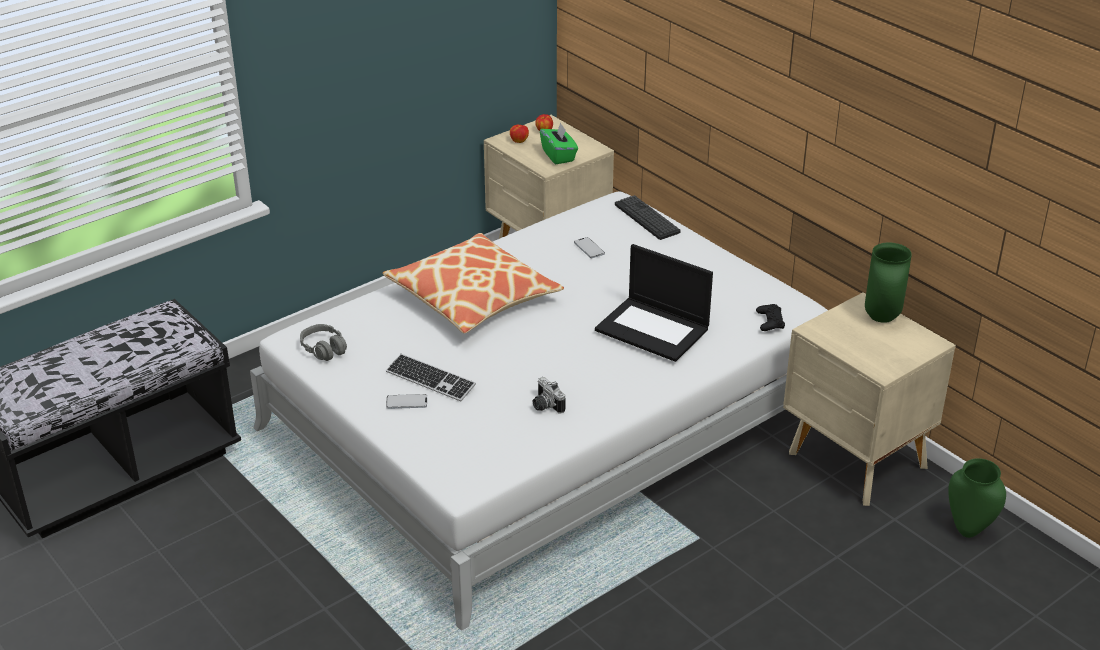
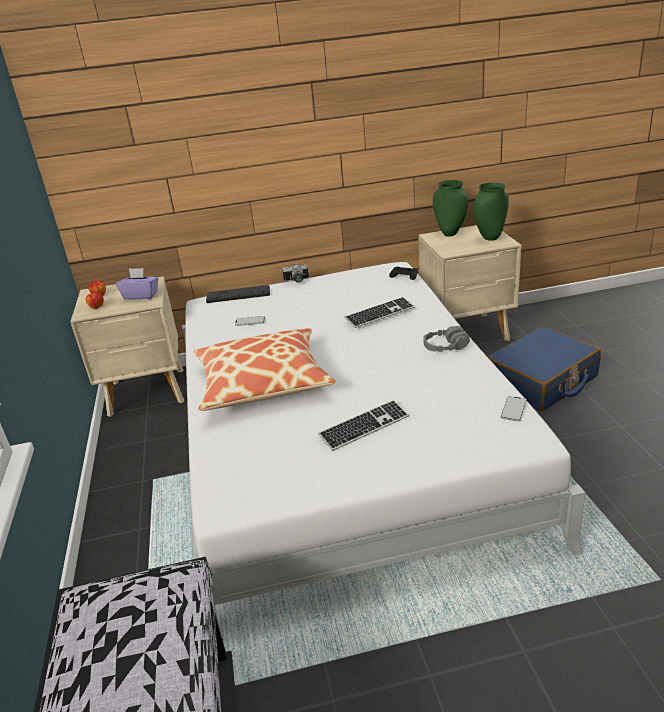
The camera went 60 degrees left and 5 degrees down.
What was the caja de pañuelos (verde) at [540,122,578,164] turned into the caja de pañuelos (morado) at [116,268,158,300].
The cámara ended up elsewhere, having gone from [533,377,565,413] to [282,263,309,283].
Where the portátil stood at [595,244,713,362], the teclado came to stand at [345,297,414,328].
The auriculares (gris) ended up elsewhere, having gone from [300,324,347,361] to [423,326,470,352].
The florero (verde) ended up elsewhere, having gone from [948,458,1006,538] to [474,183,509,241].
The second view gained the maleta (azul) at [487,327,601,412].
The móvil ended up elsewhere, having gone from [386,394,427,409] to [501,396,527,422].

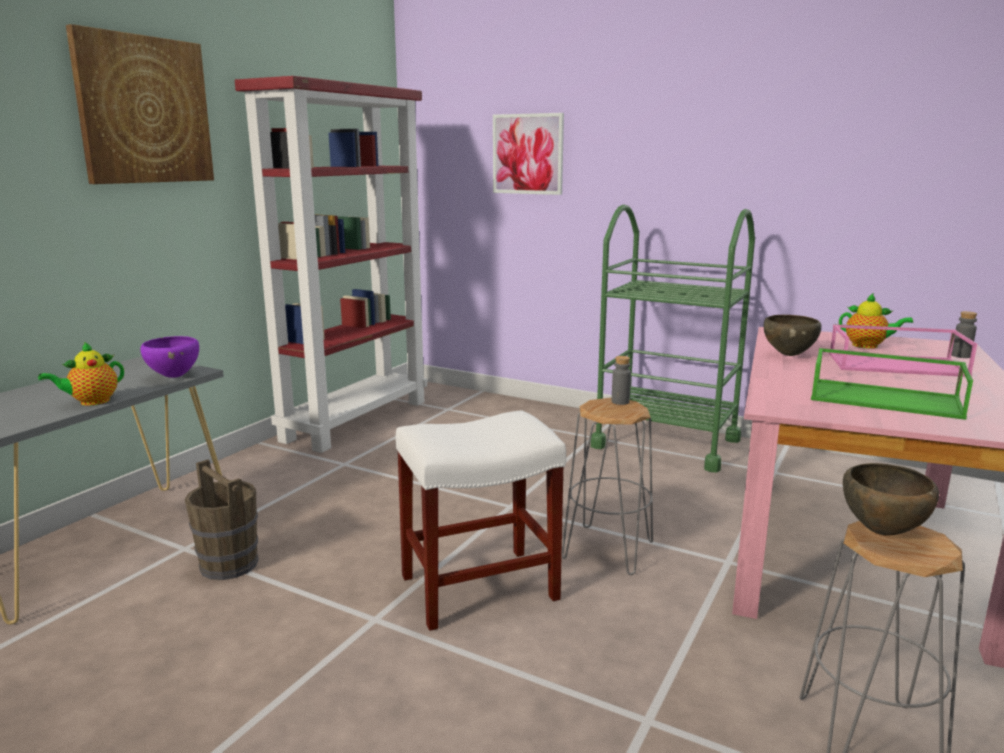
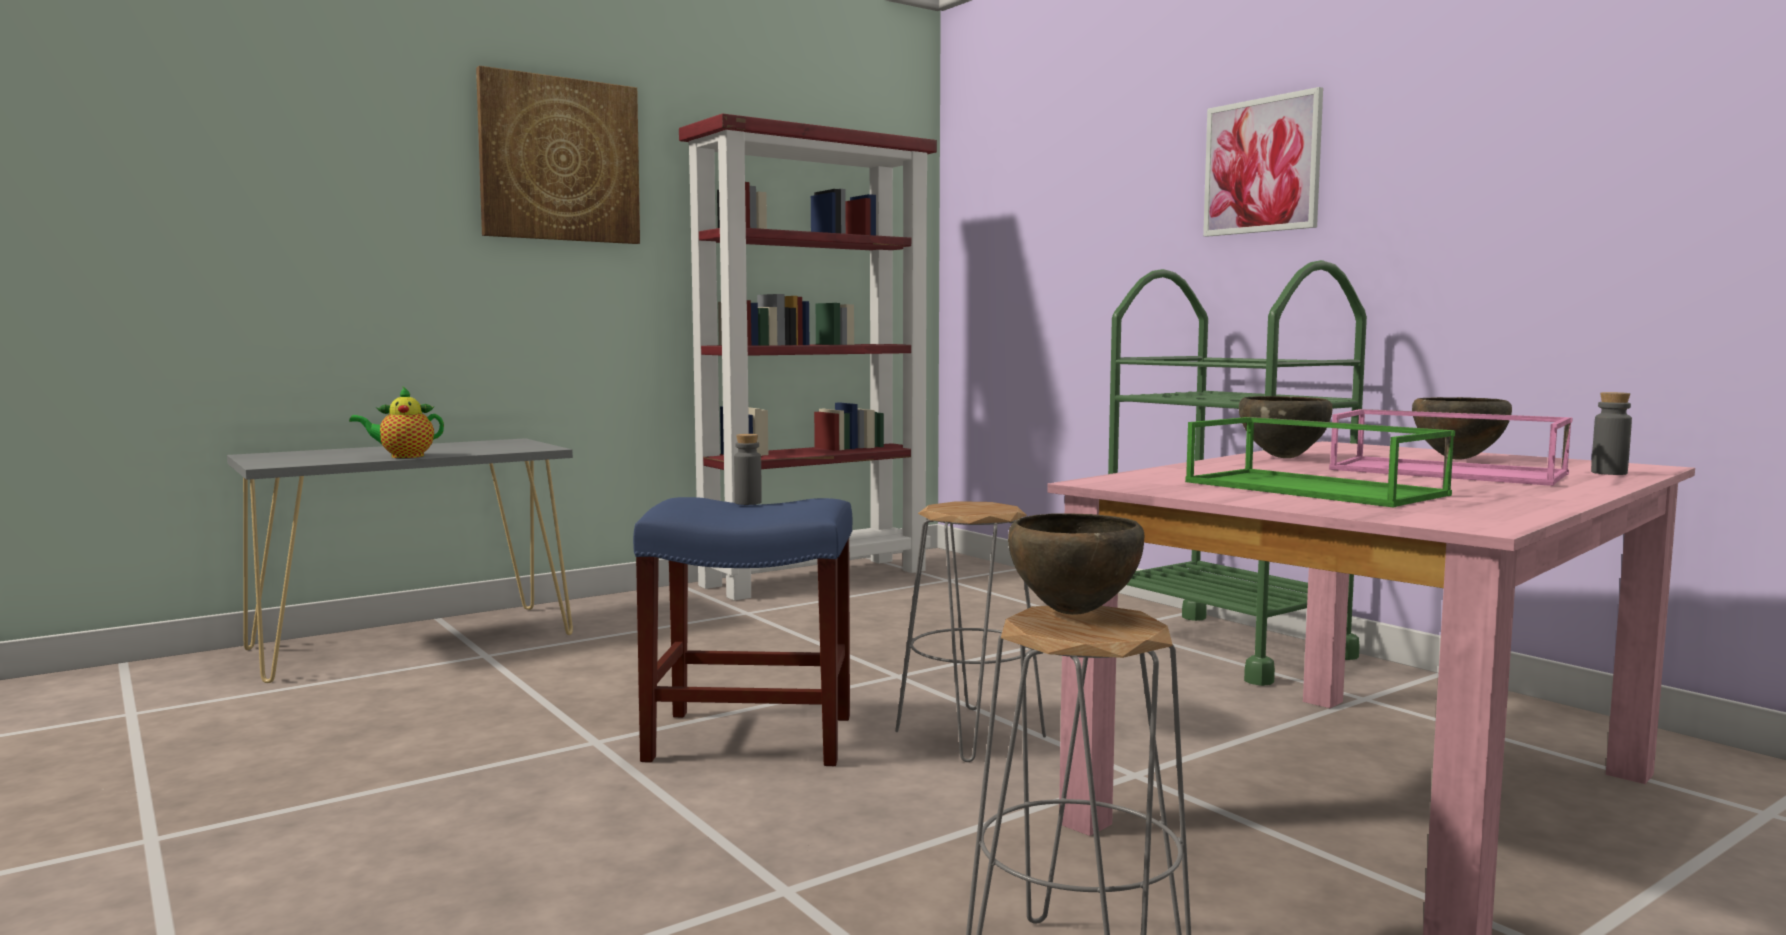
The camera went 25 degrees right and 10 degrees down.
What was the taburete (blanco) at [395,411,566,631] turned into the taburete (azul) at [633,497,853,766].
The botella (gris) ended up elsewhere, having gone from [612,356,631,405] to [734,434,762,505].
The cuadro ended up elsewhere, having gone from [493,113,564,195] to [1203,87,1323,237].
Where the tetera stood at [839,293,913,349], the cuenco (marrón) came to stand at [1412,397,1512,460].
The second view lost the cuenco (morado) at [140,336,199,378].
The second view lost the cubo (marrón) at [185,459,258,580].

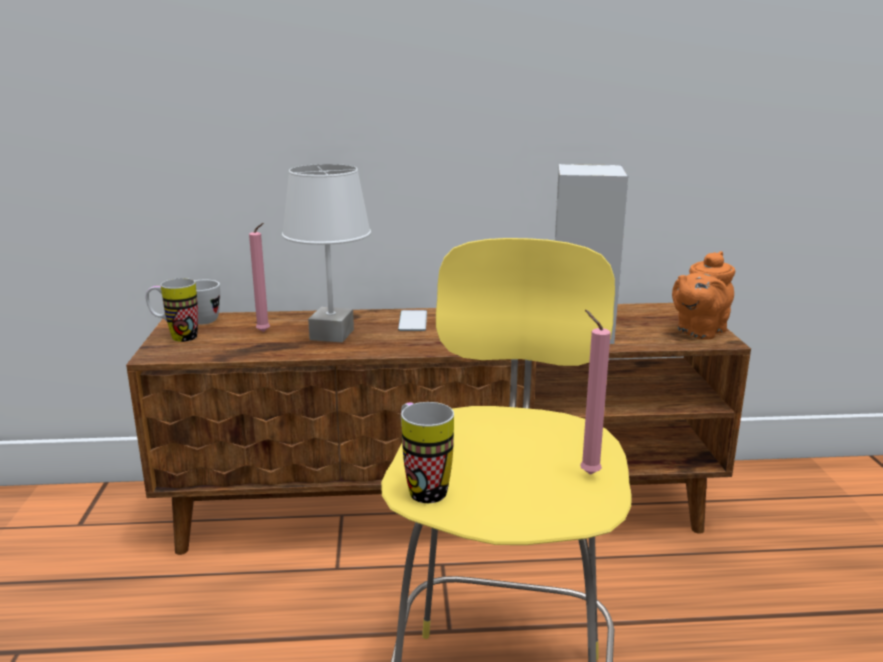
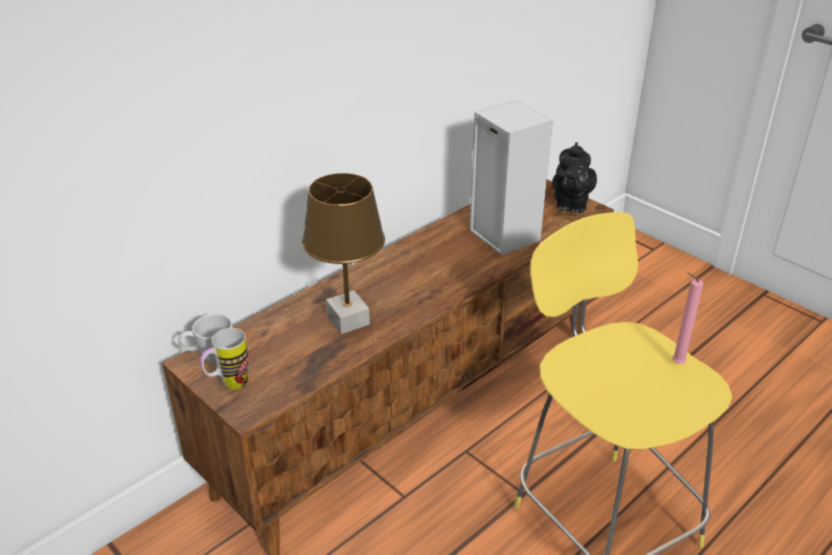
The camera went 40 degrees left and 15 degrees up.
What was the lámpara de mesa (blanco) at [282,164,371,342] turned into the lámpara de mesa (marrón) at [302,173,385,334].
What was the tetera (naranja) at [672,251,735,340] turned into the tetera (negro) at [552,142,597,213].
The second view lost the vela (rosa) at [249,223,270,332].
The second view lost the móvil at [398,310,427,331].
The second view lost the taza grande at [401,402,454,503].

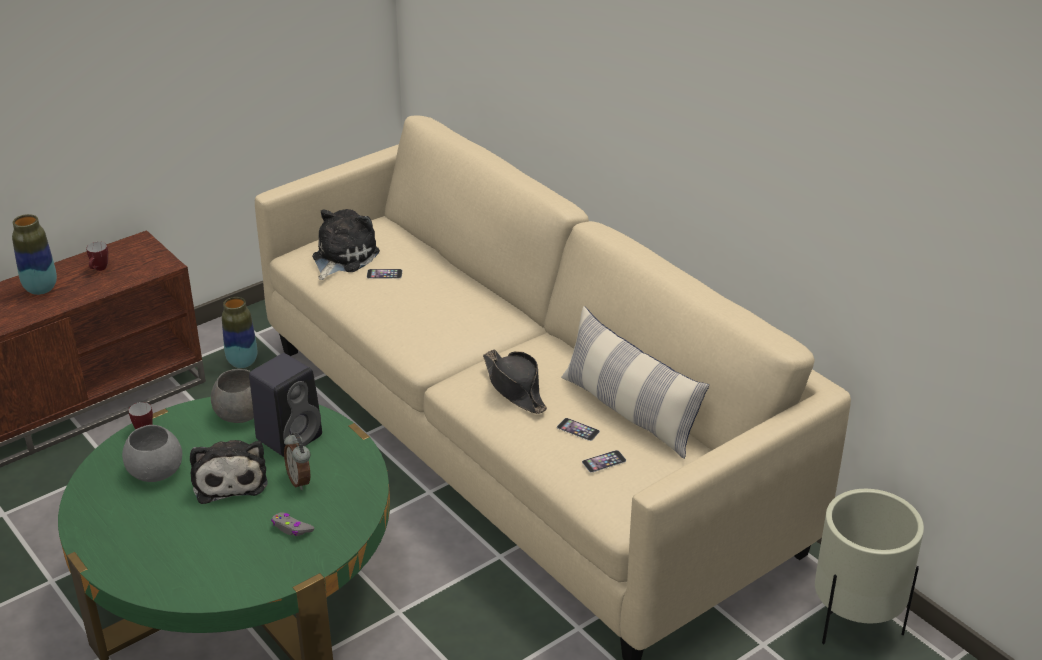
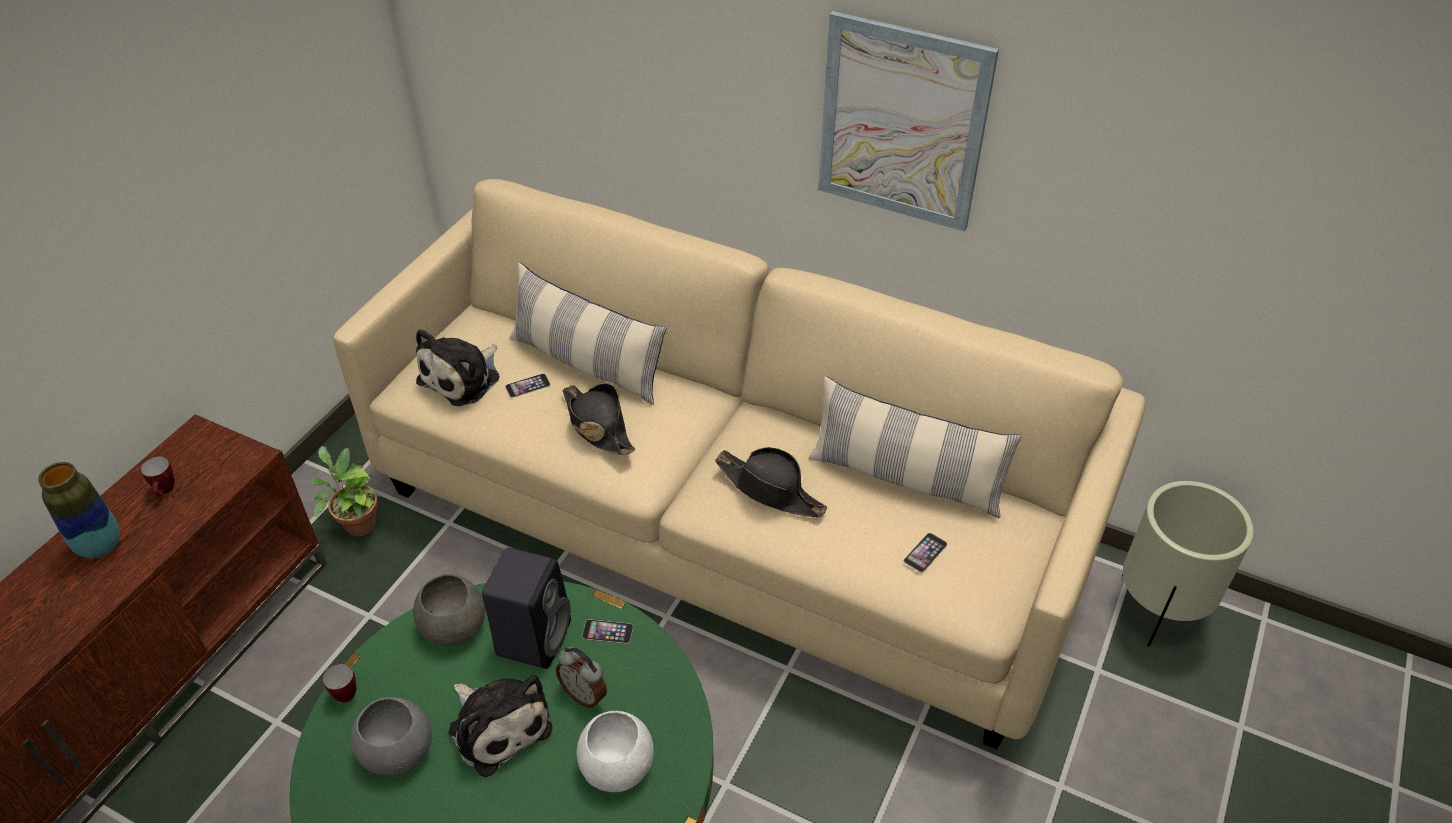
The camera went 25 degrees left and 10 degrees up.
Where the florero stood at [222,297,257,368], the planta en maceta came to stand at [310,446,380,537].
The peluche at [312,209,380,280] ended up facing another way, 150 degrees counterclockwise from before.
The second view gained the cojín at [509,262,666,405].
The second view gained the sombrero (negro) at [562,383,635,455].
Where the mando de consola (gris) stood at [271,512,314,536], the cuenco (blanco) came to stand at [577,711,654,792].
The móvil ended up elsewhere, having gone from [557,418,600,441] to [582,619,633,644].
The second view gained the cuadro at [818,11,999,232].

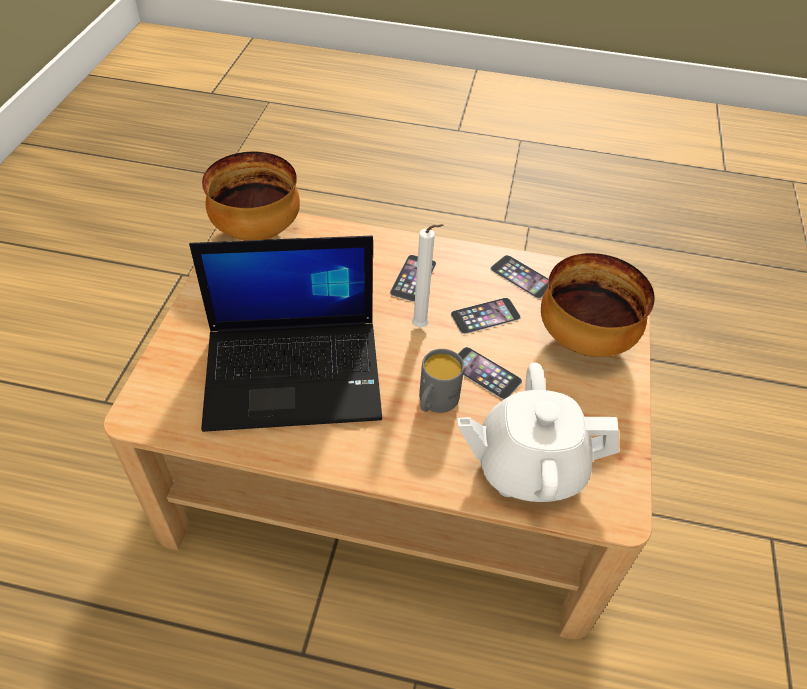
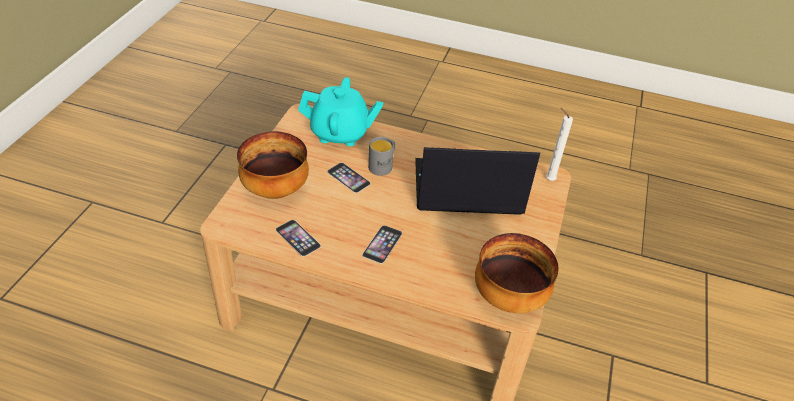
The camera went 175 degrees left and 5 degrees down.
What was the tetera (blanco) at [457,363,619,502] turned into the tetera (turquesa) at [298,77,383,146].
The vela (blanco) ended up elsewhere, having gone from [412,224,444,327] to [546,108,573,181].
The second view lost the móvil at [451,298,521,334].

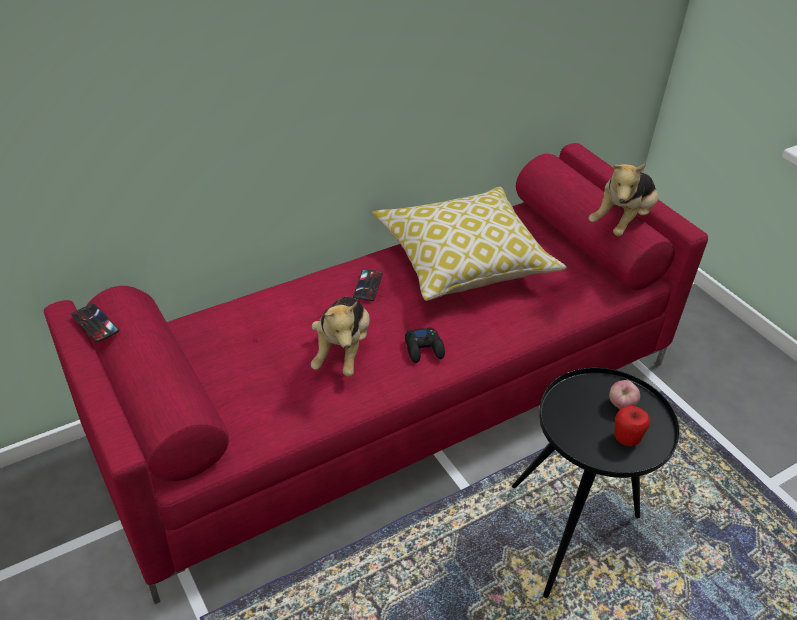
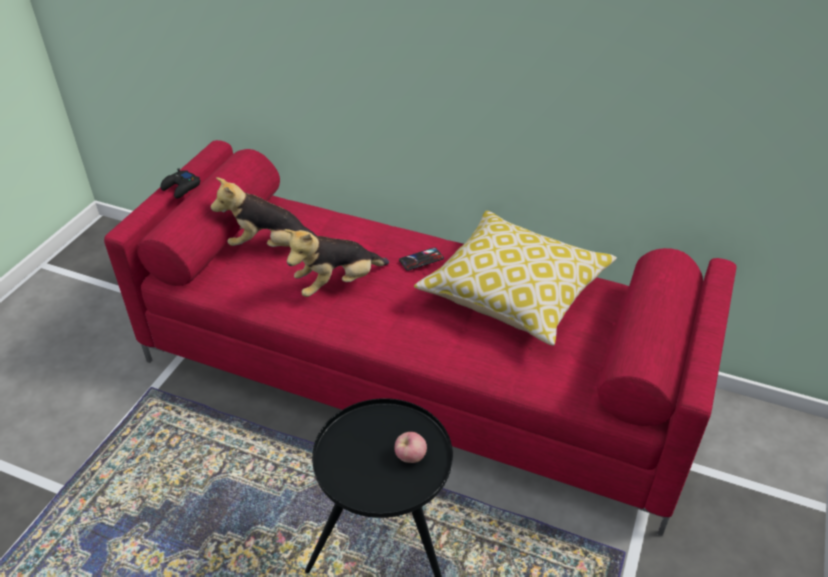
The camera went 55 degrees right and 0 degrees up.
The mando de consola (negro) ended up elsewhere, having gone from [405,327,445,363] to [160,168,200,199].
The peluche ended up elsewhere, having gone from [588,163,658,236] to [211,177,317,247].
The second view lost the móvil at [71,304,119,342].
The second view lost the manzana at [614,406,650,446].

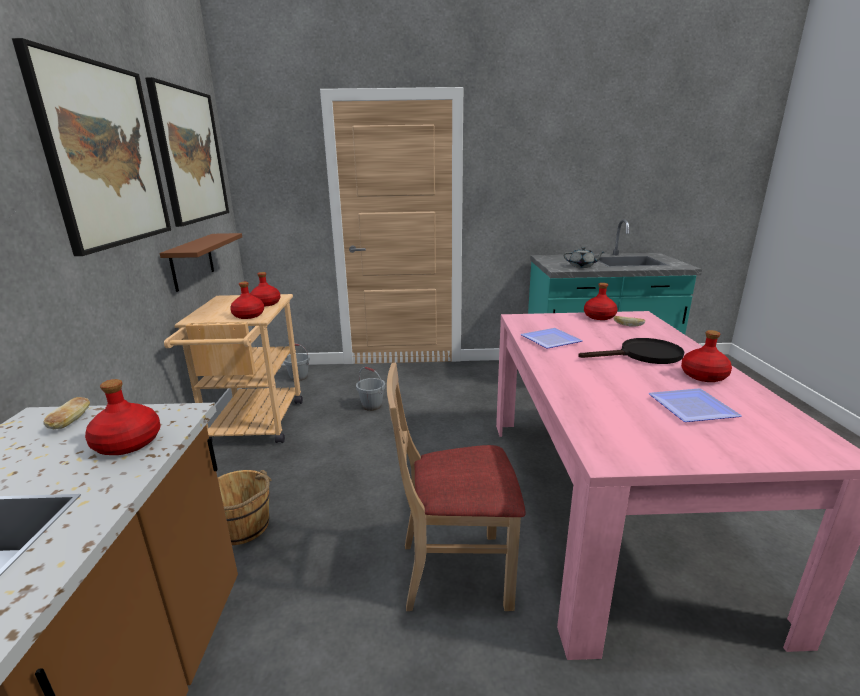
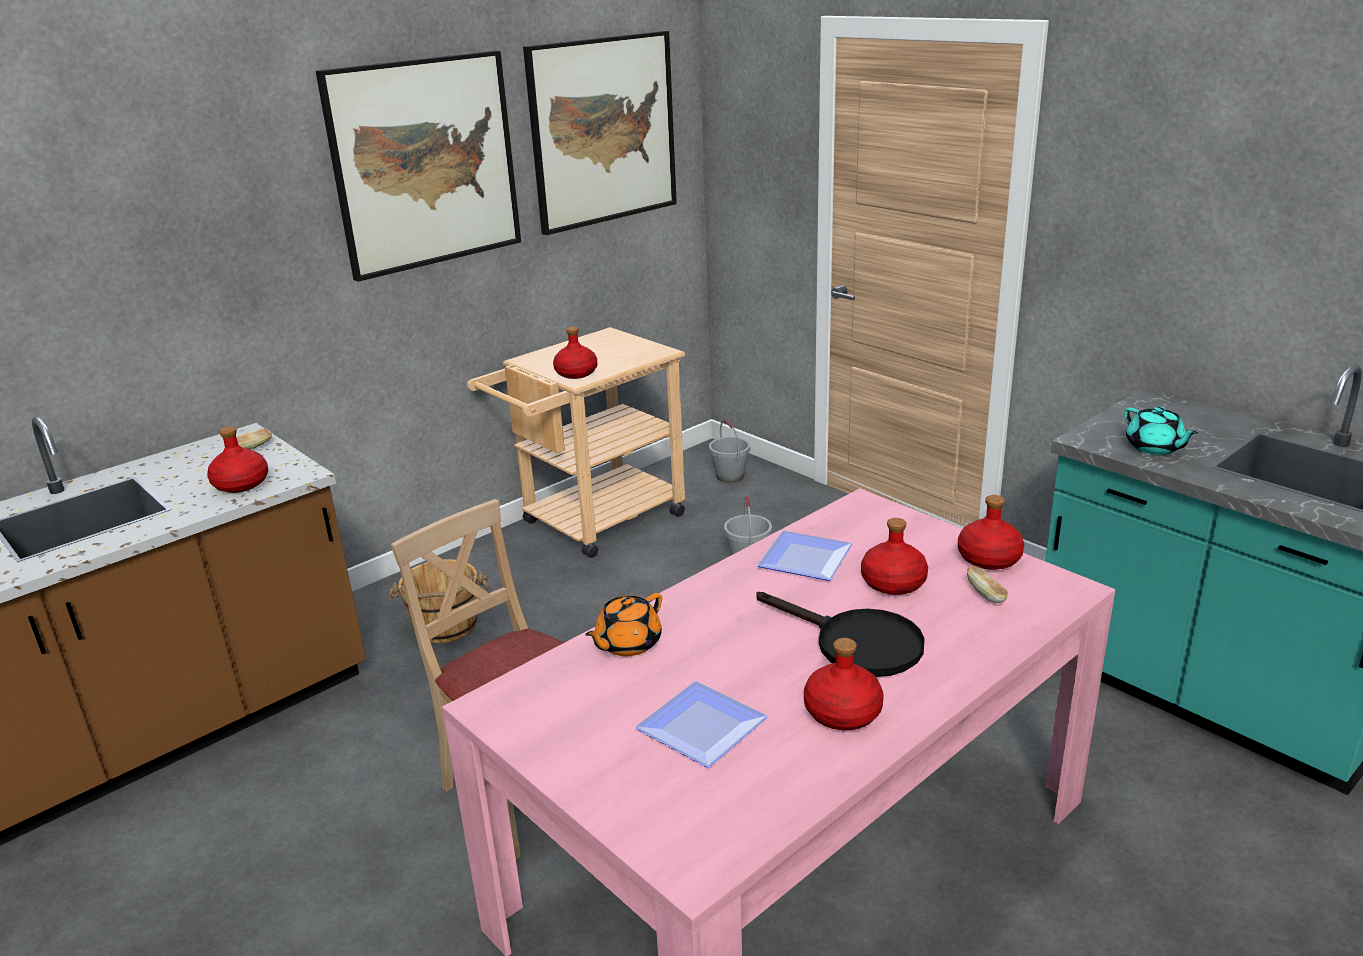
The camera went 50 degrees right and 5 degrees up.
The second view gained the tetera (naranja) at [585,593,662,656].
The botella (rojo) ended up elsewhere, having gone from [250,272,280,307] to [861,518,928,595].
What was the tetera (gris) at [564,247,604,268] turned into the tetera (turquesa) at [1124,407,1198,455].
The second view lost the estante (marrón) at [160,233,242,292].

